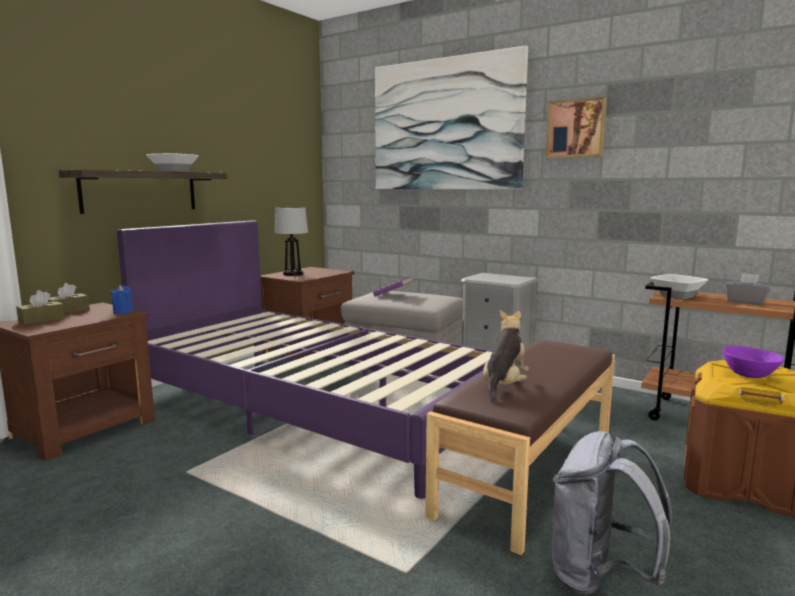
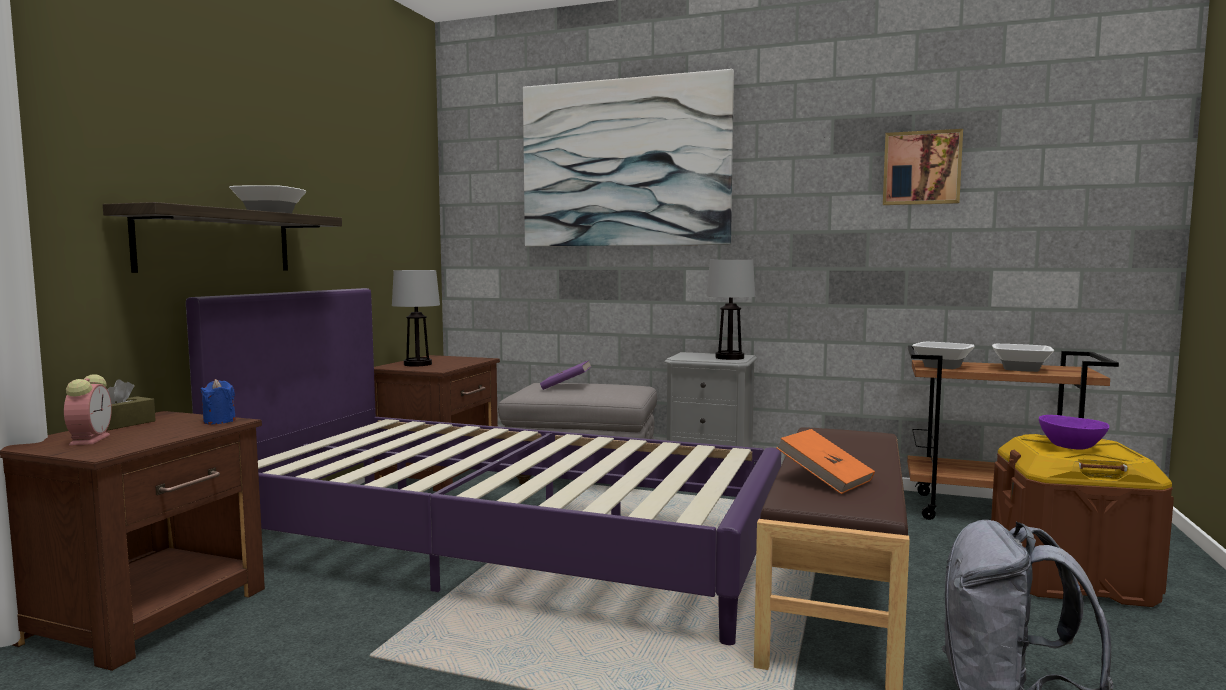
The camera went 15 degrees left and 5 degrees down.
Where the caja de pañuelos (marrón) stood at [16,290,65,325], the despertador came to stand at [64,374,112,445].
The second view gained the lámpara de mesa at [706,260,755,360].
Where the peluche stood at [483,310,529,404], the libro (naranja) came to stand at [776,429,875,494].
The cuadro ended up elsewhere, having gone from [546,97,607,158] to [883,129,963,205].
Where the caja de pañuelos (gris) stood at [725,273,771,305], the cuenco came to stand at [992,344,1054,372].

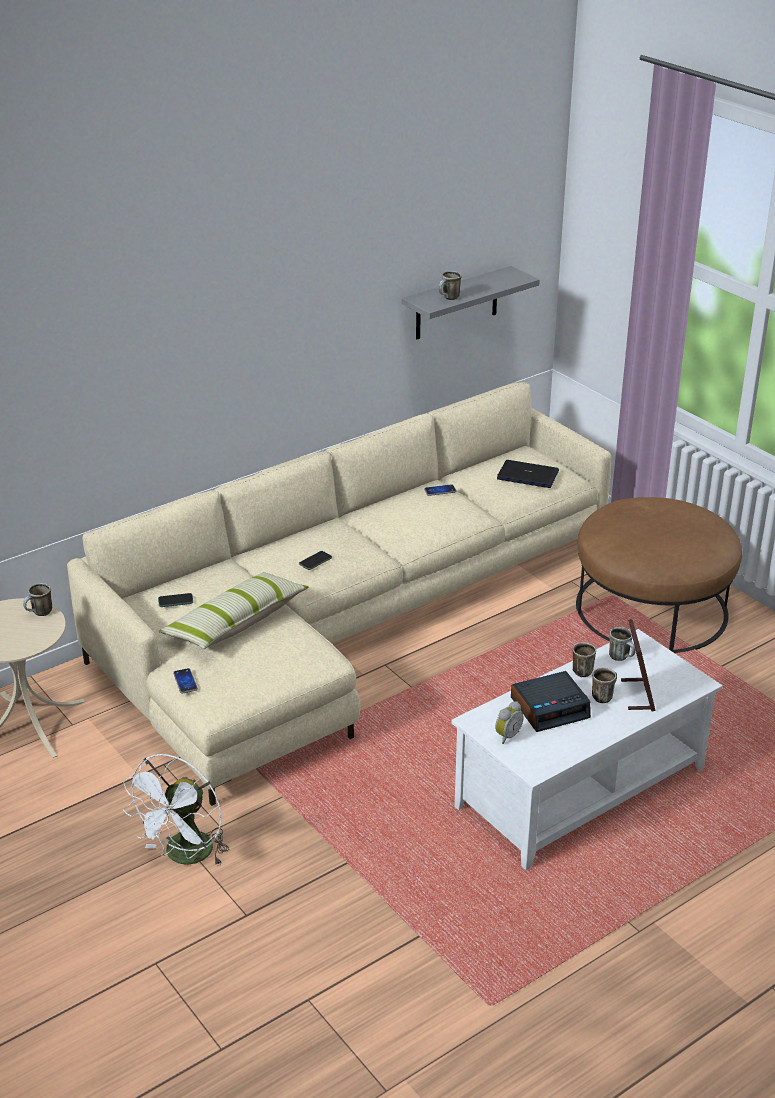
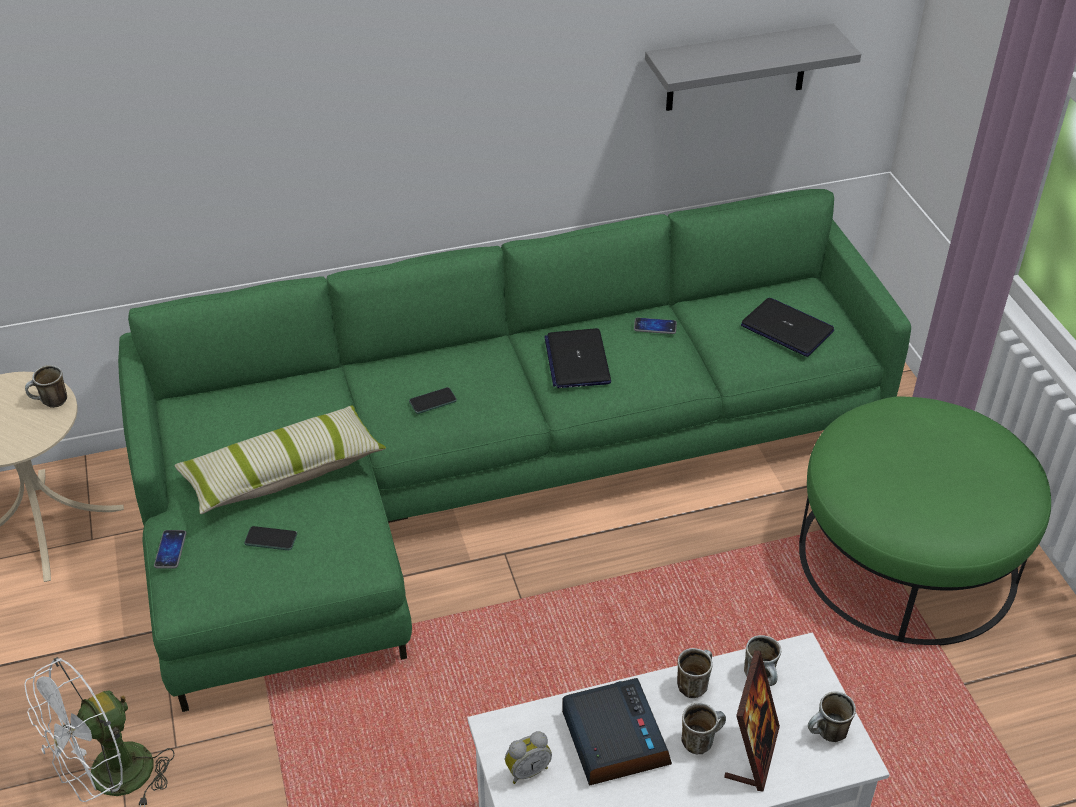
The camera went 20 degrees right and 10 degrees up.
What was the sofá (beis) at [67,382,611,806] turned into the sofá (verde) at [118,189,911,712].
The móvil ended up elsewhere, having gone from [158,593,193,607] to [244,526,297,550].
The second view gained the portátil at [544,328,611,388].
The despertador at [511,671,591,732] ended up facing another way, 105 degrees counterclockwise from before.
What was the puf (marrón) at [576,497,742,653] turned into the puf (verde) at [799,397,1051,645].
The taza grande ended up elsewhere, having gone from [438,271,462,300] to [808,691,856,742].

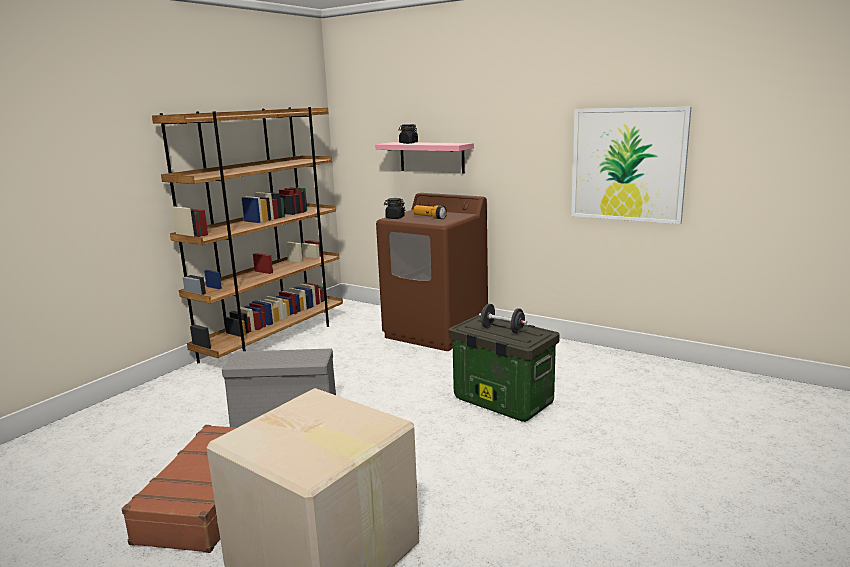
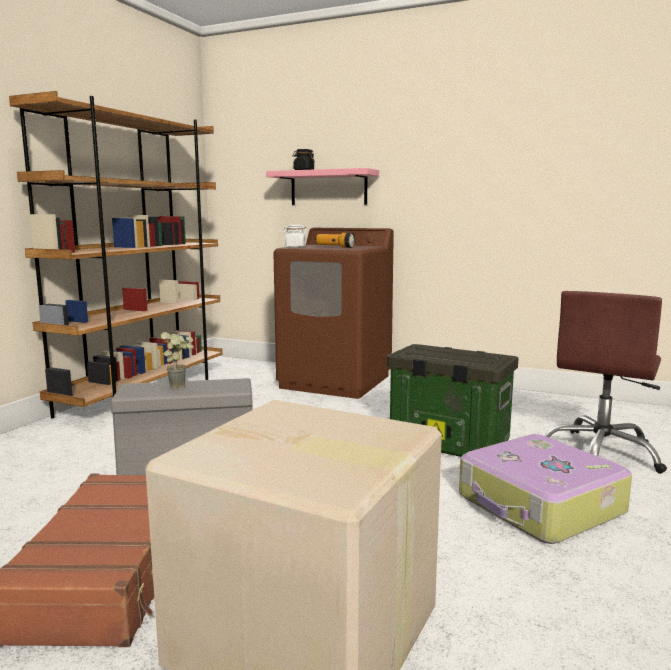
The camera went 10 degrees left and 5 degrees down.
The second view gained the planta en maceta at [161,332,194,389].
What was the tarro (negro) at [384,198,405,219] turned into the tarro (blanco) at [283,225,307,248].
The second view gained the maleta at [459,434,632,544].
The second view gained the silla de oficina (marrón) at [544,291,667,474].
The second view lost the mancuerna (negro) at [479,304,527,334].
The second view lost the cuadro at [571,107,692,224].

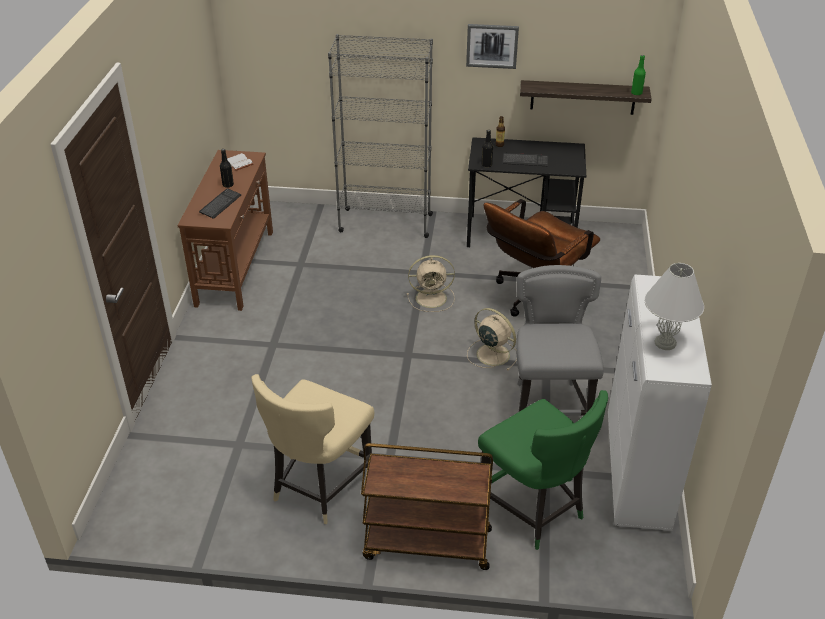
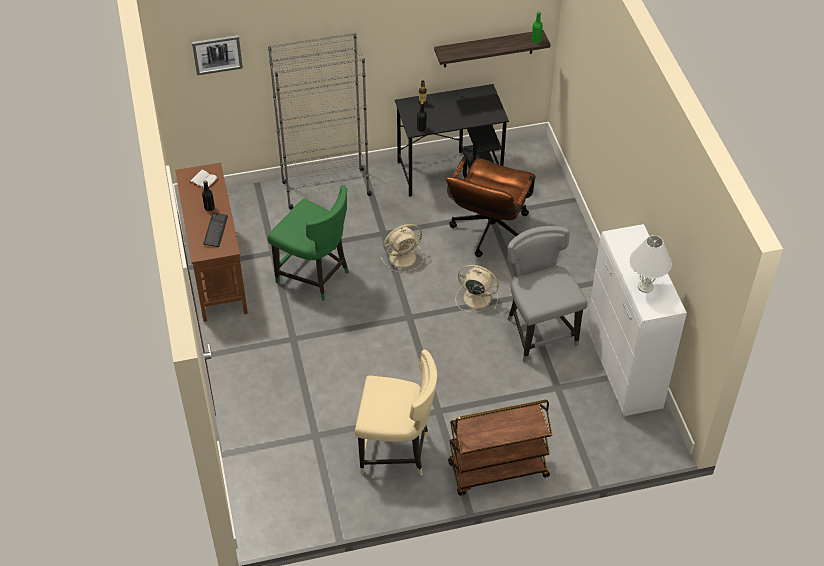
The camera went 20 degrees left and 10 degrees up.
The cuadro ended up elsewhere, having gone from [466,24,519,69] to [192,35,243,75].
The silla (verde) ended up elsewhere, having gone from [478,390,608,550] to [267,185,349,301].
The silla (beis) at [251,374,374,524] ended up facing another way, 90 degrees counterclockwise from before.
The second view lost the teclado at [502,153,548,166].

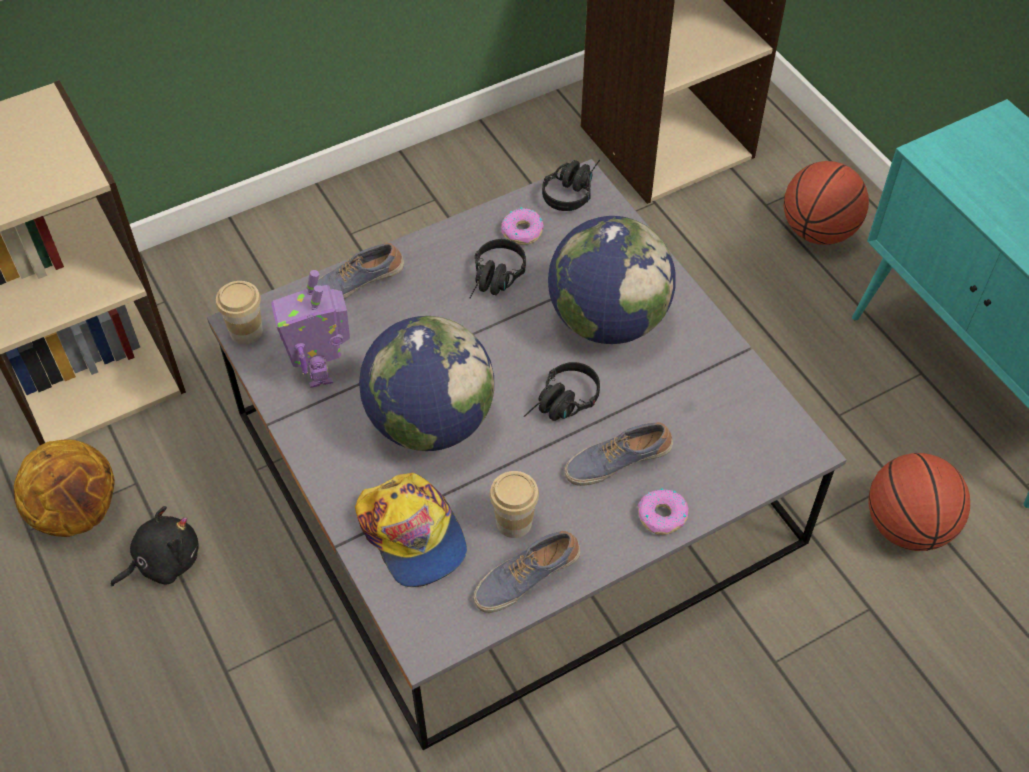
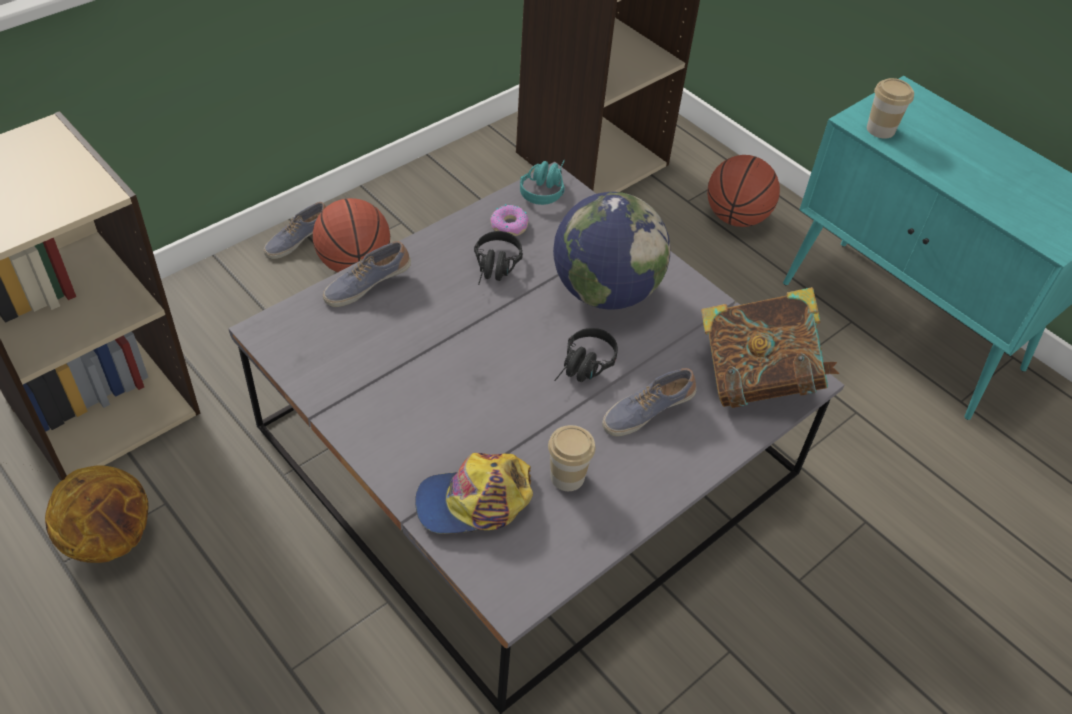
The camera went 15 degrees left and 5 degrees down.
The zapato ended up elsewhere, having gone from [473,531,580,613] to [264,202,326,259].
The balón de baloncesto ended up elsewhere, having gone from [868,453,970,551] to [313,198,390,272].
The gorra at [355,473,467,587] ended up facing another way, 120 degrees clockwise from before.
What was the auriculares (negro) at [542,160,600,211] turned into the auriculares (turquesa) at [520,160,565,205].
The second view gained the libro at [701,287,839,408].
The taza ended up elsewhere, having gone from [216,281,263,344] to [867,78,914,139].
The second view lost the peluche (negro) at [111,506,199,587].
The second view lost the robot de juguete at [271,270,350,388].
The second view lost the globo terráqueo at [359,316,494,451].
The second view lost the rosquilla at [638,488,689,535].

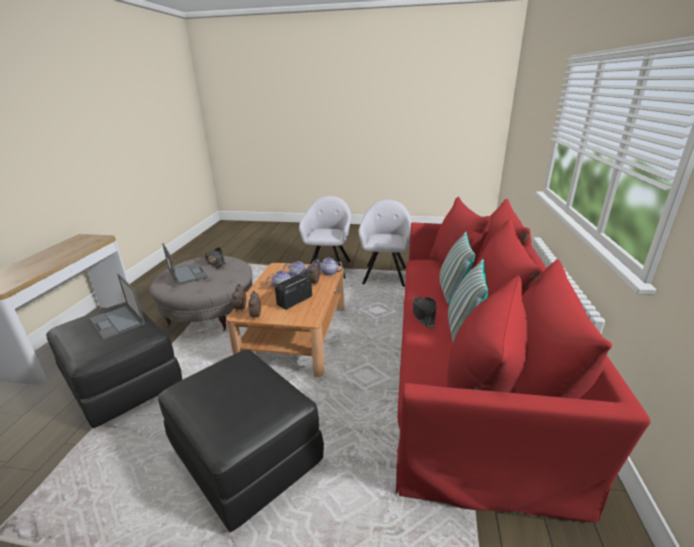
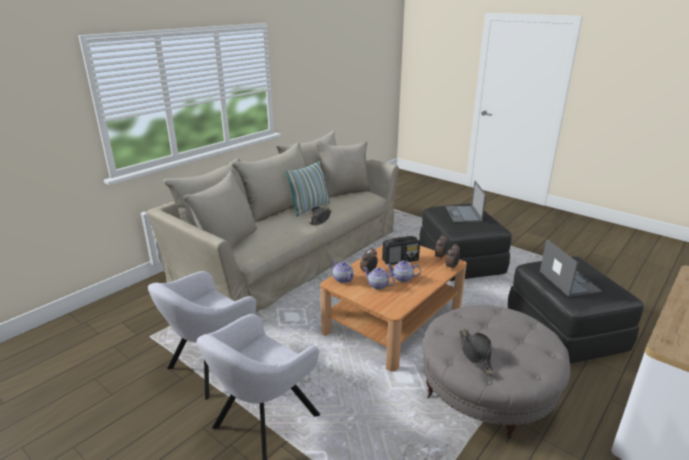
The camera went 150 degrees left and 0 degrees up.
What was the sofá (rojo) at [396,197,651,523] turned into the sofá (beis) at [147,131,399,312].
The portátil ended up elsewhere, having gone from [162,243,208,285] to [446,181,486,223].
The second view lost the cojín at [439,232,475,304].

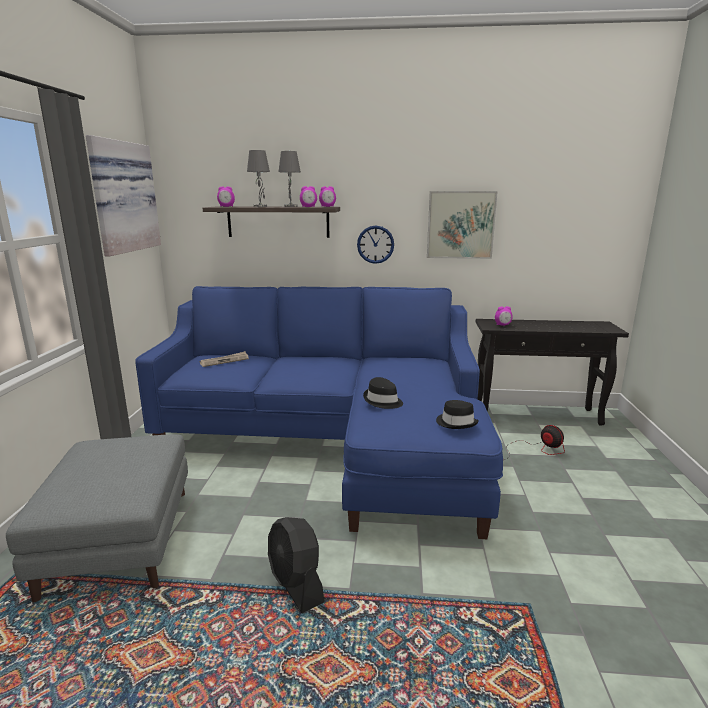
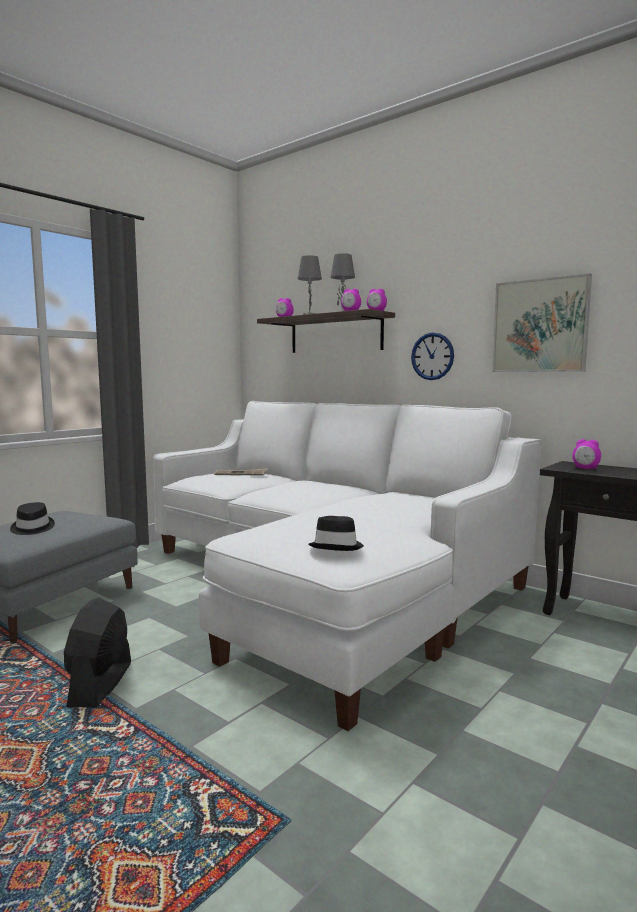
The camera went 35 degrees right and 10 degrees down.
The sombrero (negro) ended up elsewhere, having gone from [363,377,403,409] to [10,502,55,535].
What was the sofá (azul) at [135,286,503,539] turned into the sofá (blanco) at [153,401,541,731].
The second view lost the cuadro at [86,135,161,256].
The second view lost the ventilador at [504,425,565,460].

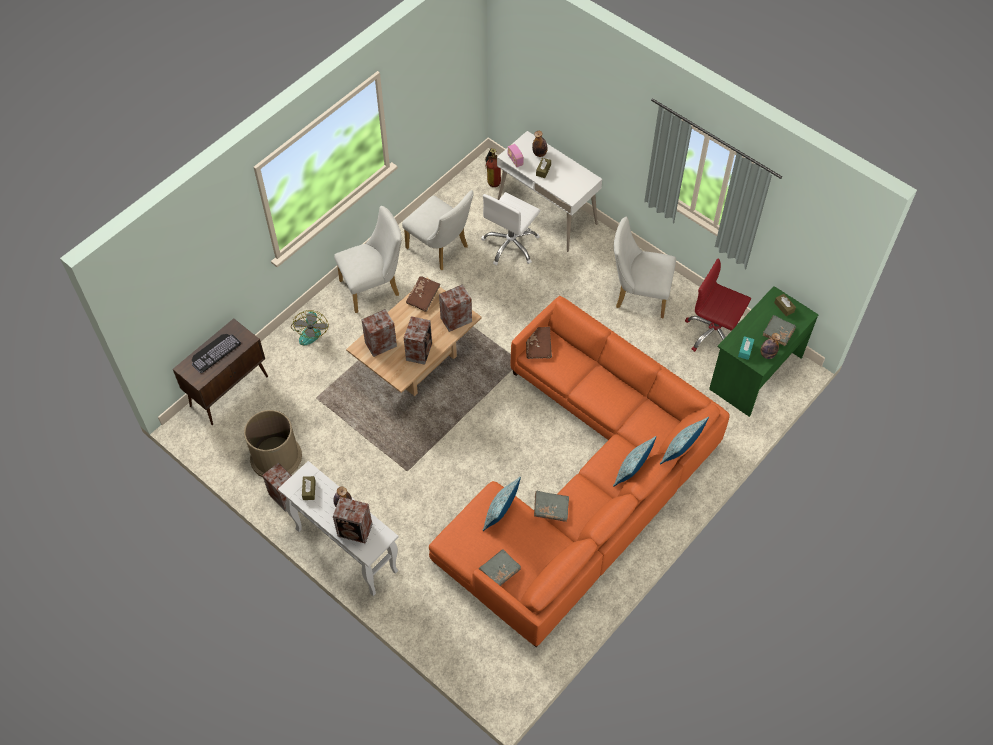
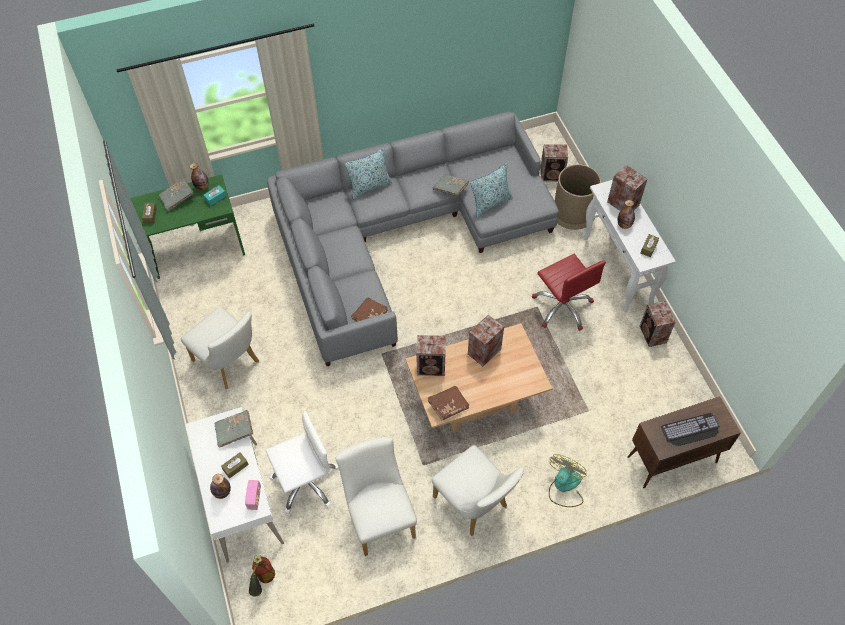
The camera went 150 degrees left and 0 degrees up.
The libro (gris) ended up elsewhere, having gone from [479,549,521,586] to [215,410,253,448].
What was the sofá (naranja) at [429,296,730,647] turned into the sofá (gris) at [267,112,559,366].
The silla (blanco) at [334,206,402,313] ended up facing another way, 135 degrees counterclockwise from before.
The silla de oficina (rojo) ended up elsewhere, having gone from [685,259,751,352] to [532,254,606,331].
The altavoz ended up elsewhere, having gone from [361,309,397,357] to [540,144,568,182].
The papelera (marrón) ended up elsewhere, having gone from [244,410,302,478] to [554,164,601,230].
The second view lost the cojín at [660,417,709,465].

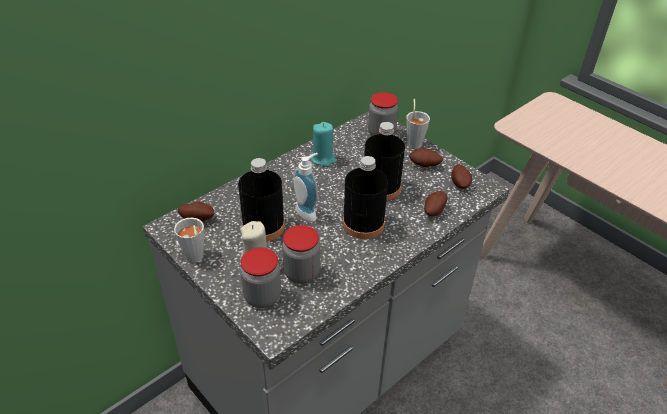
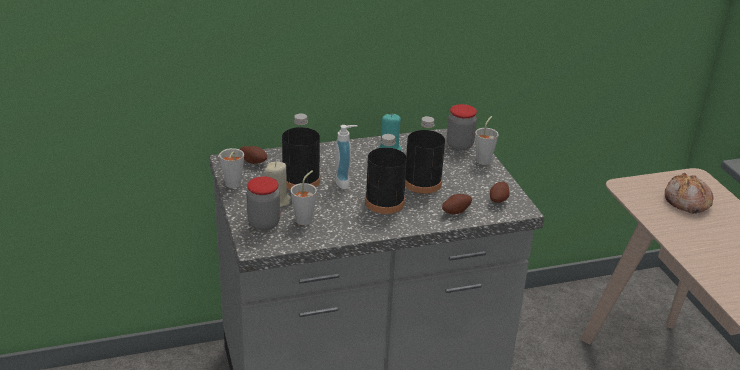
The camera went 25 degrees right and 10 degrees down.
Where the tarro stood at [282,225,320,284], the taza (gris) came to stand at [291,170,317,225].
The second view gained the pan at [665,173,714,214].
The second view lost the patata at [409,148,443,167].

